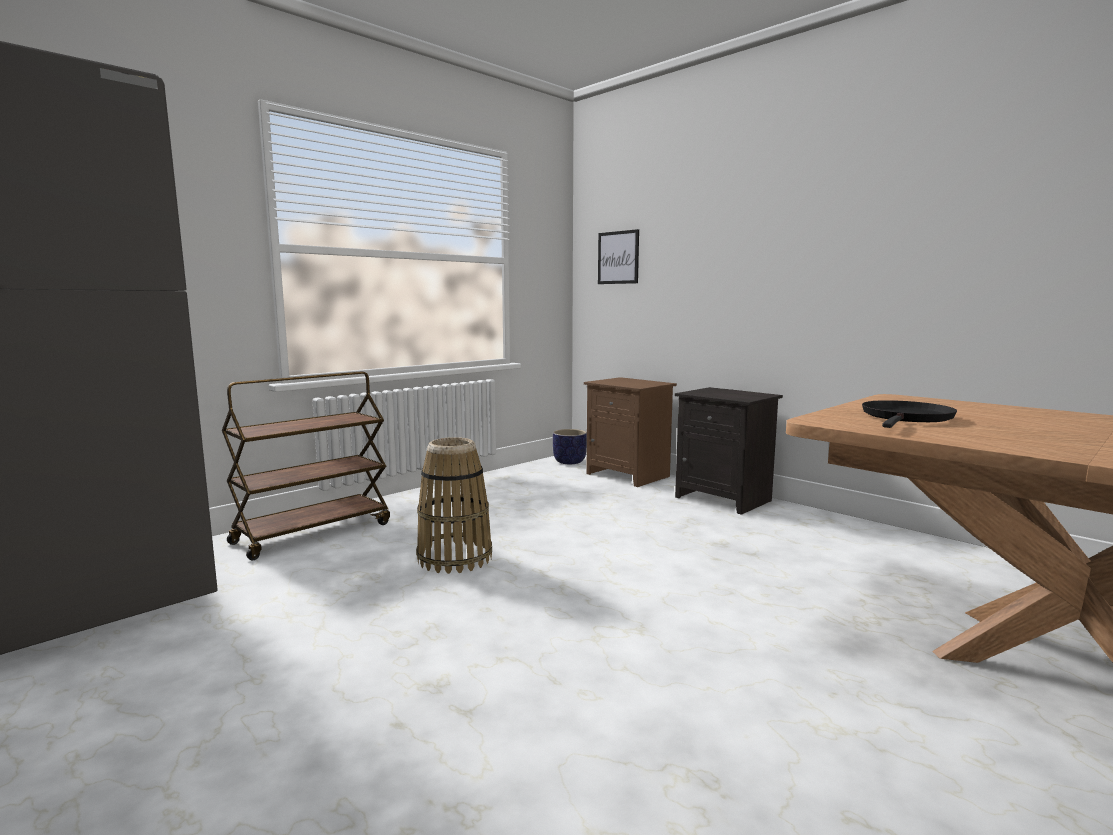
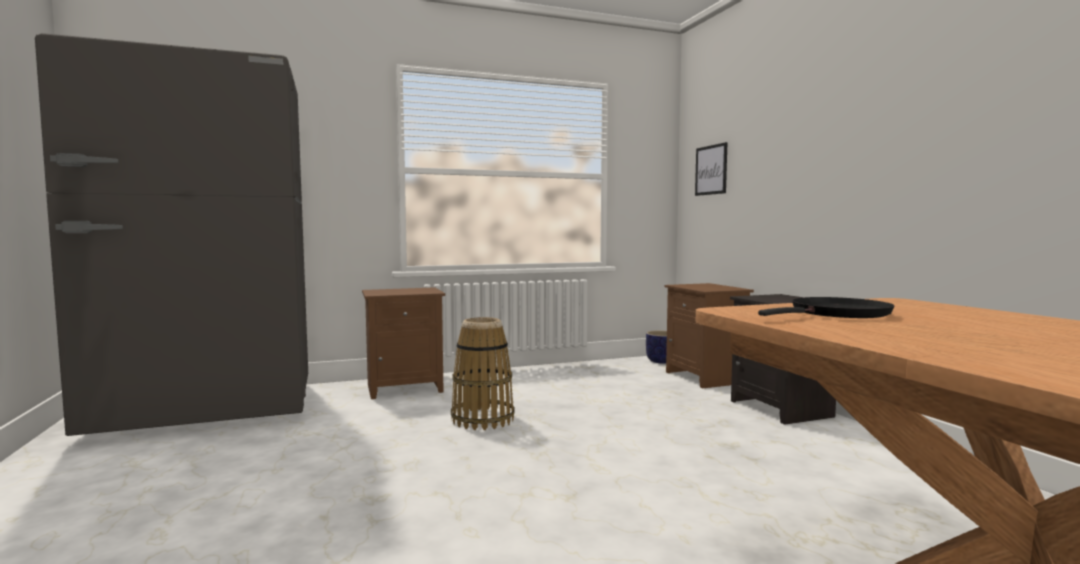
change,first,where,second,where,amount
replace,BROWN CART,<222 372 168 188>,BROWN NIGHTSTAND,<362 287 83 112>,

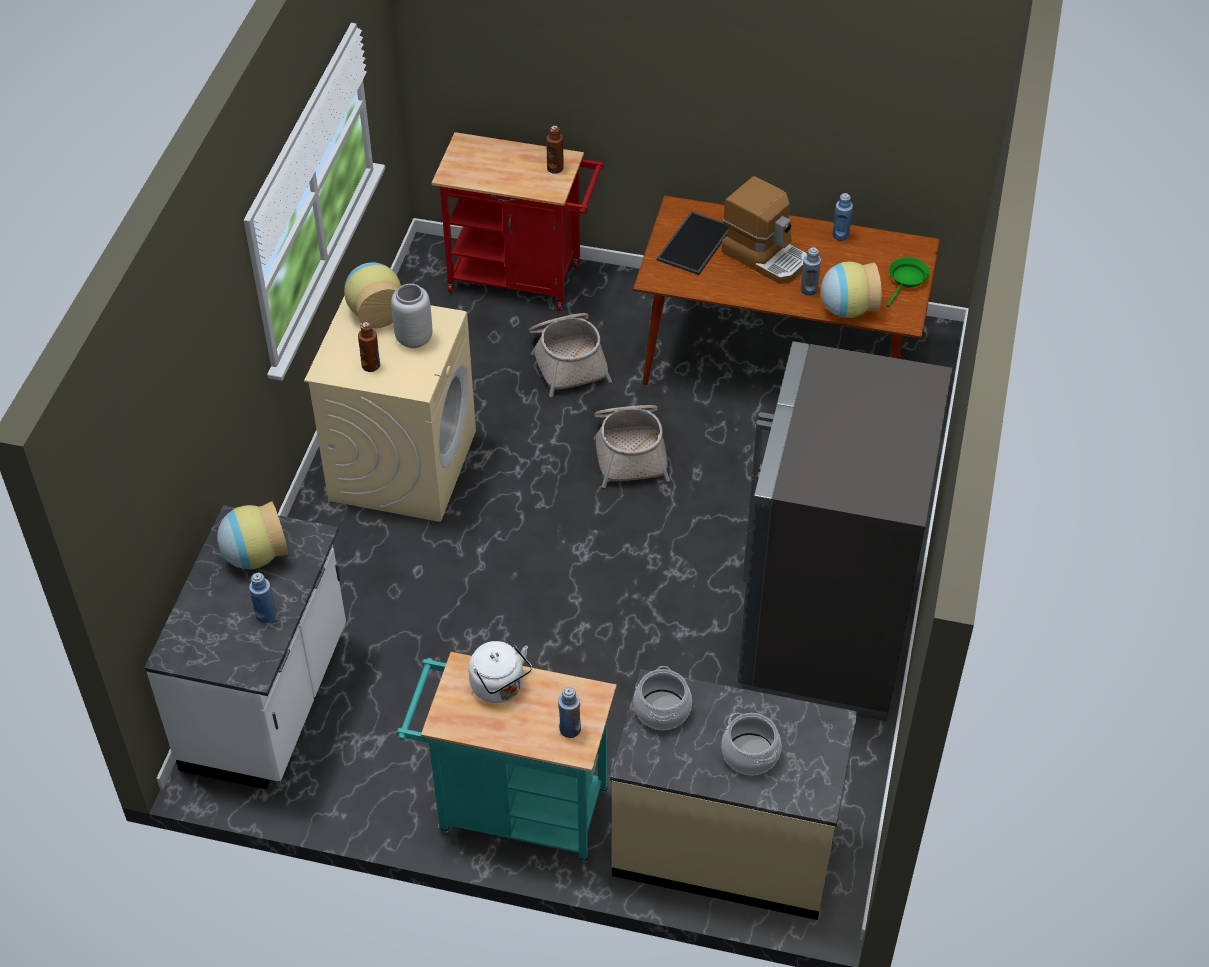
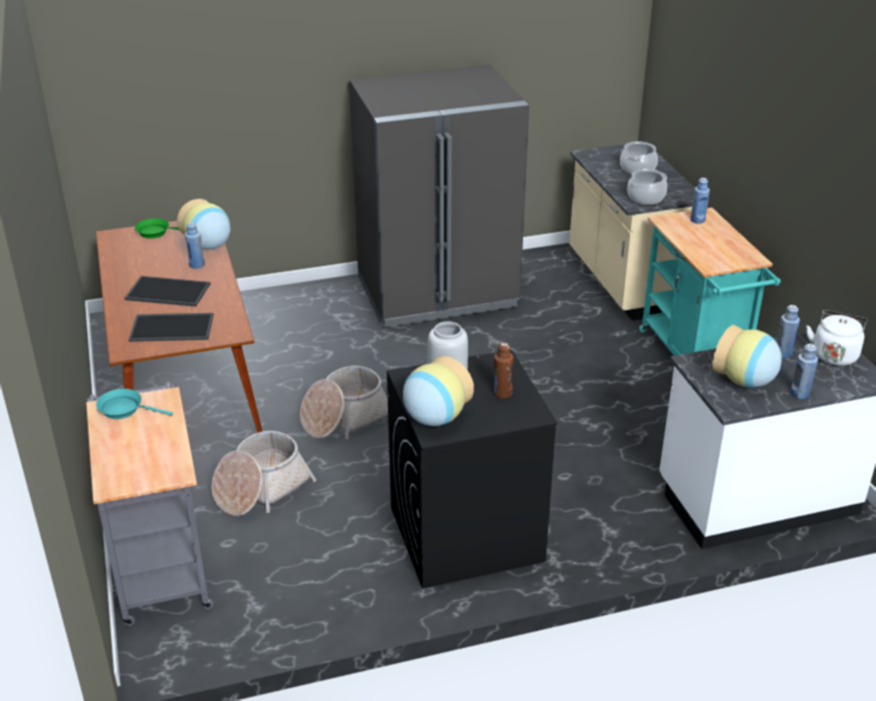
change,first,where,second,where,amount
recolor,RED CART,<432 132 172 179>,GREY CART,<86 382 128 244>,
replace,BROWN BOTTLE,<546 125 18 49>,TURQUOISE FRYING PAN,<96 389 77 30>,
replace,COFFEE MACHINE,<722 176 85 108>,TRAY,<124 276 86 31>,
recolor,BEIGE WASHING MACHINE,<304 296 172 226>,BLACK WASHING MACHINE,<387 350 171 239>,
move,BLUE BOTTLE,<833 193 20 48>,,<790 343 28 56>,
move,WHITE KETTLE,<468 641 64 62>,,<806 310 62 56>,

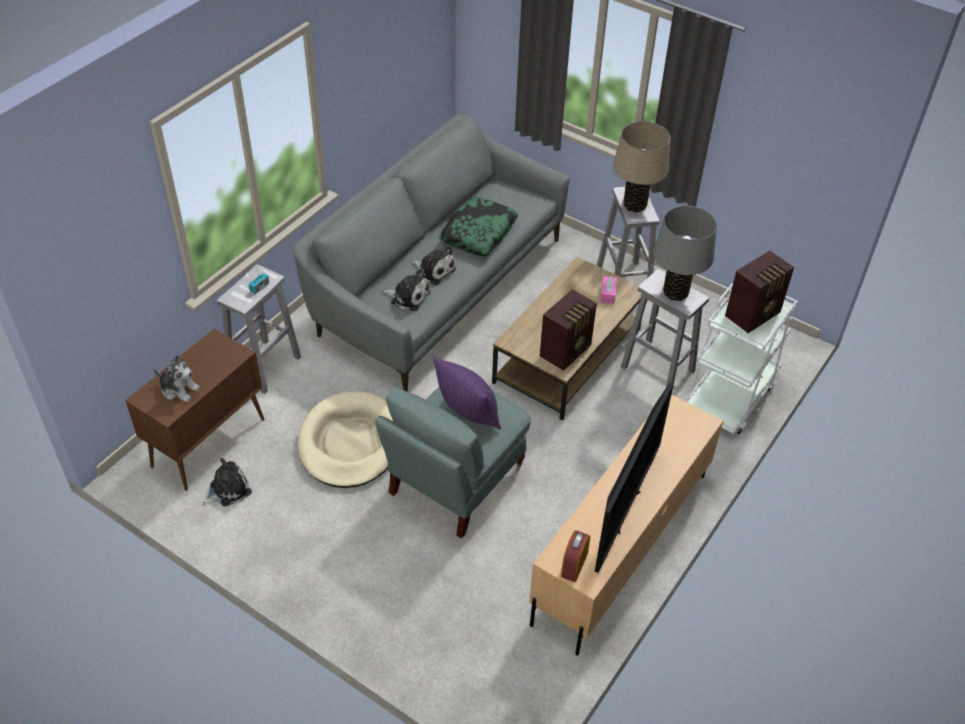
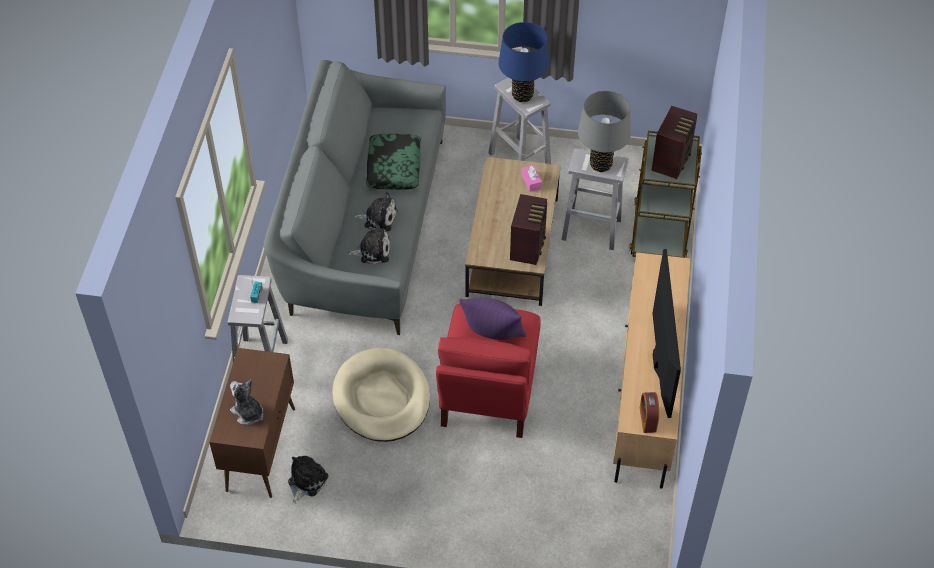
change,first,where,second,where,amount
rotate,PLUSH TOY,<153 355 47 47>,,<230 379 33 46>,135 degrees counterclockwise
recolor,GREY ARMCHAIR,<375 387 156 152>,RED ARMCHAIR,<436 304 104 134>,
recolor,BEIGE TABLE LAMP,<613 121 57 92>,BLUE TABLE LAMP,<499 22 50 81>,
recolor,WHITE CART,<685 283 113 151>,BROWN CART,<629 131 73 127>,

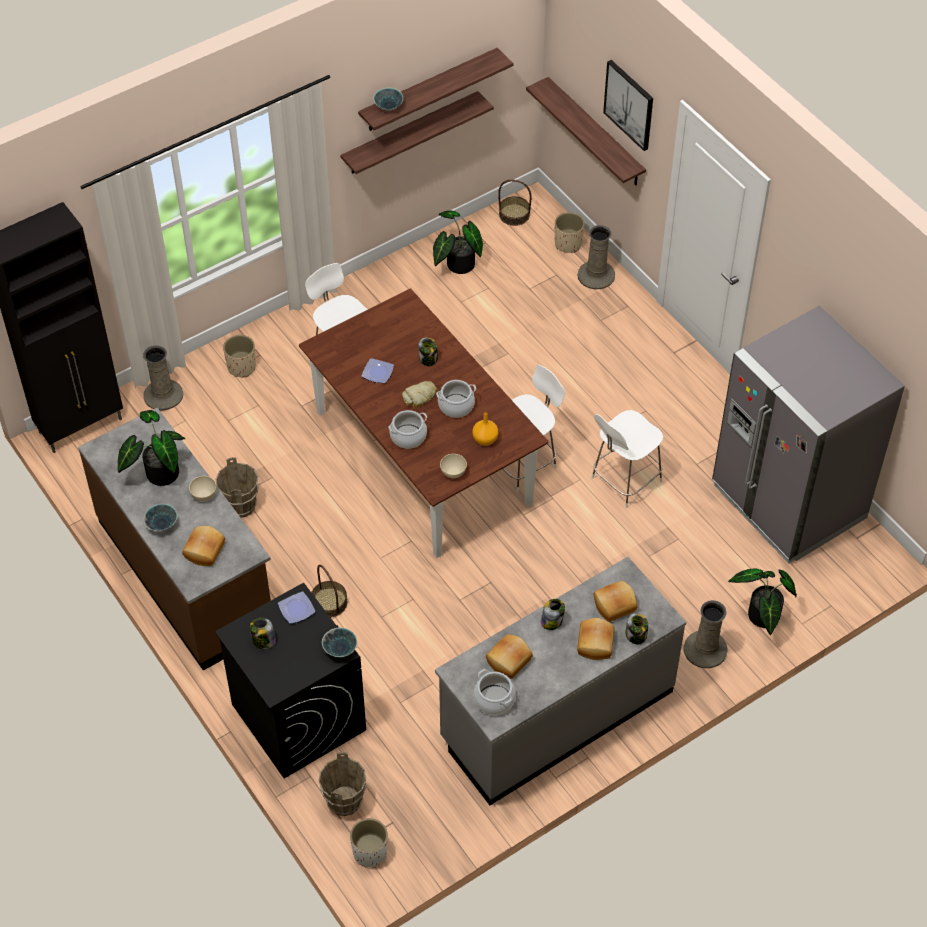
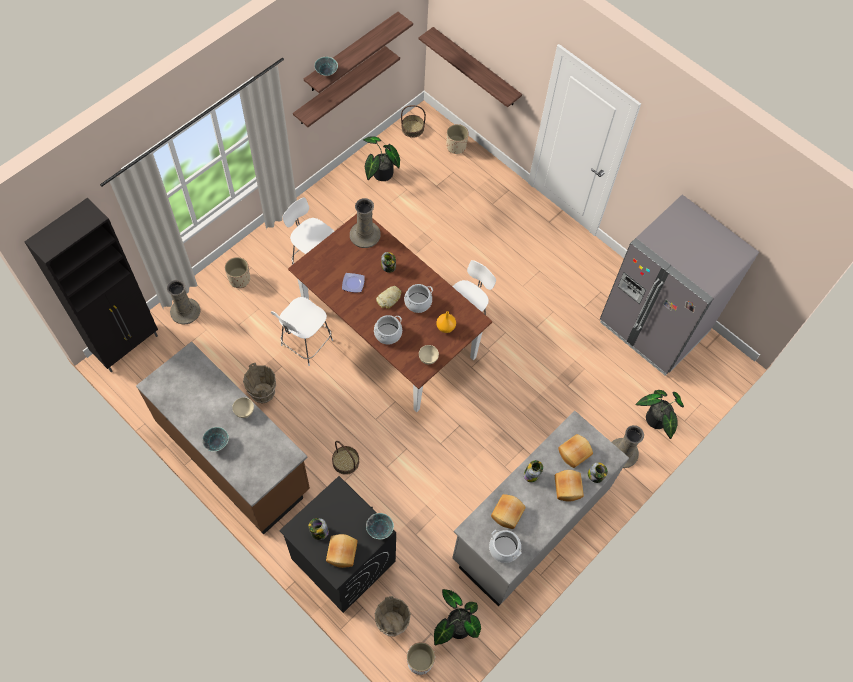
change,first,where,second,where,amount
move,WHITE CHAIR,<592 410 71 98>,,<271 297 62 69>,
move,BREAD,<182 526 43 40>,,<326 534 32 34>,
move,BEIGE VASE,<578 225 37 64>,,<350 198 31 50>,
move,POTTED PLANT,<118 410 67 76>,,<434 589 47 56>,
delete,PLATE,<278 591 38 33>,,,
delete,PICTURE,<603 60 50 91>,,,

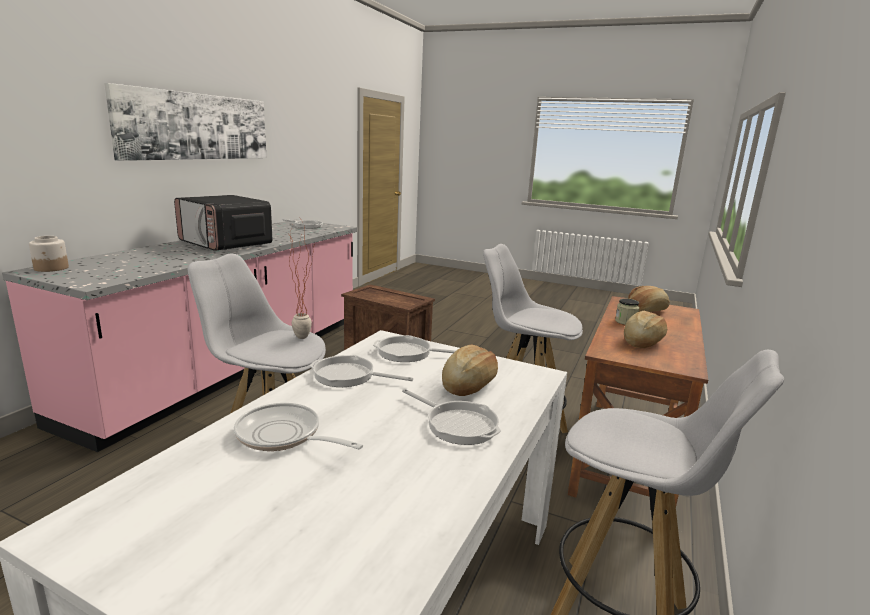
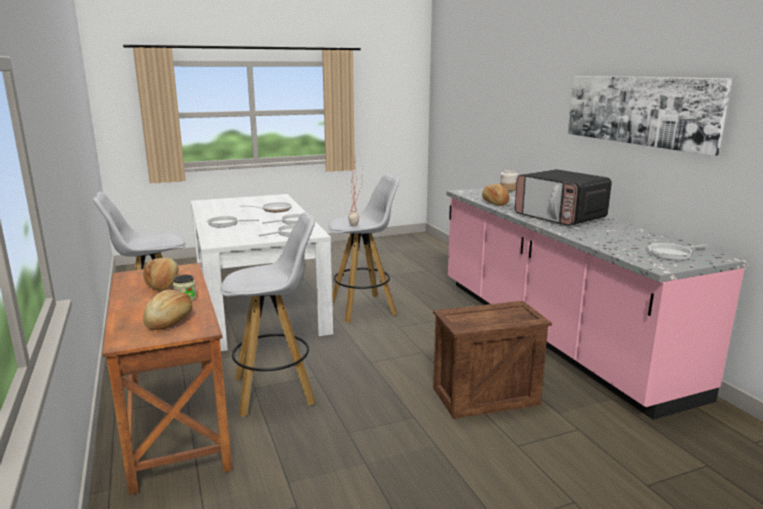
change,first,where,second,where,amount
move,BREAD,<442 344 56 52>,,<482 184 27 22>,
rotate,MICROWAVE,<174 195 98 56>,,<515 169 97 57>,120 degrees counterclockwise

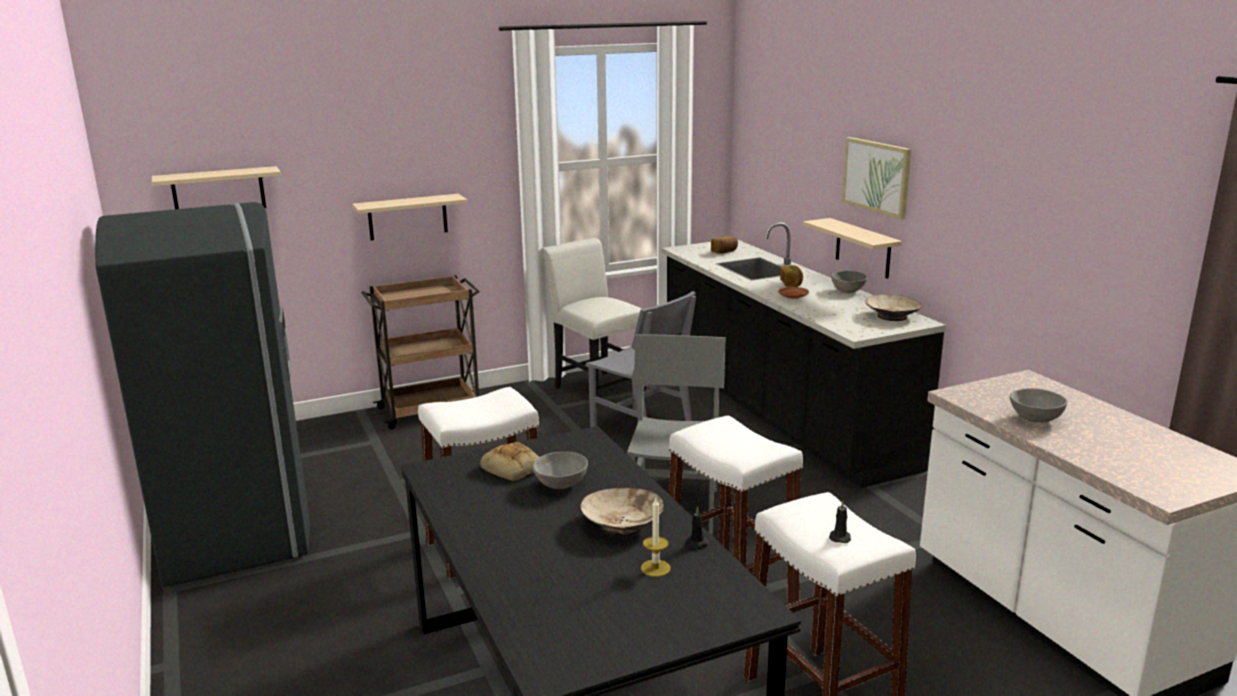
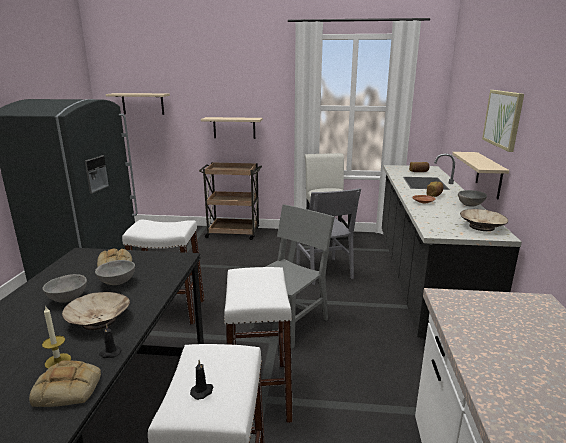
change,first,where,second,where,amount
insert,,,BREAD,<29 360 72 47>,
move,GREY BOWL,<1010 388 58 35>,,<43 274 44 29>,

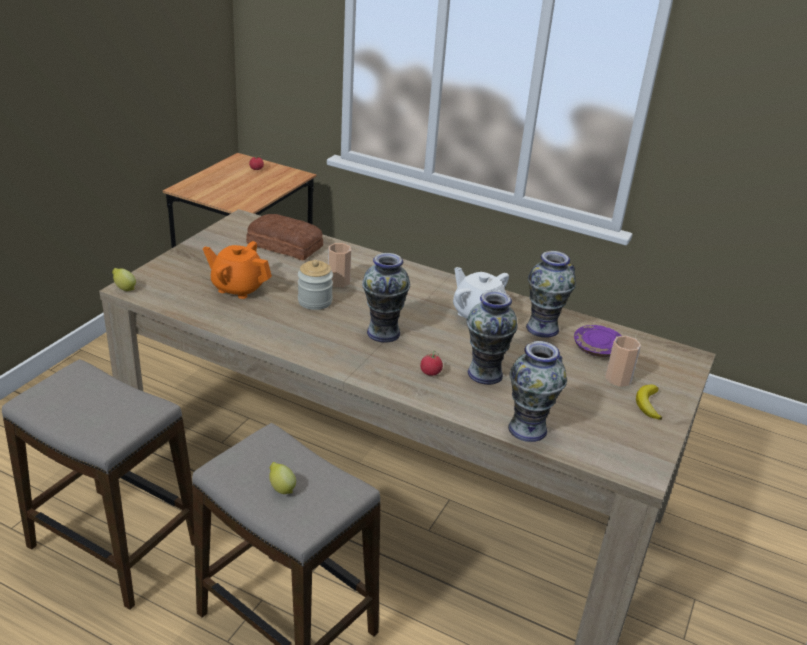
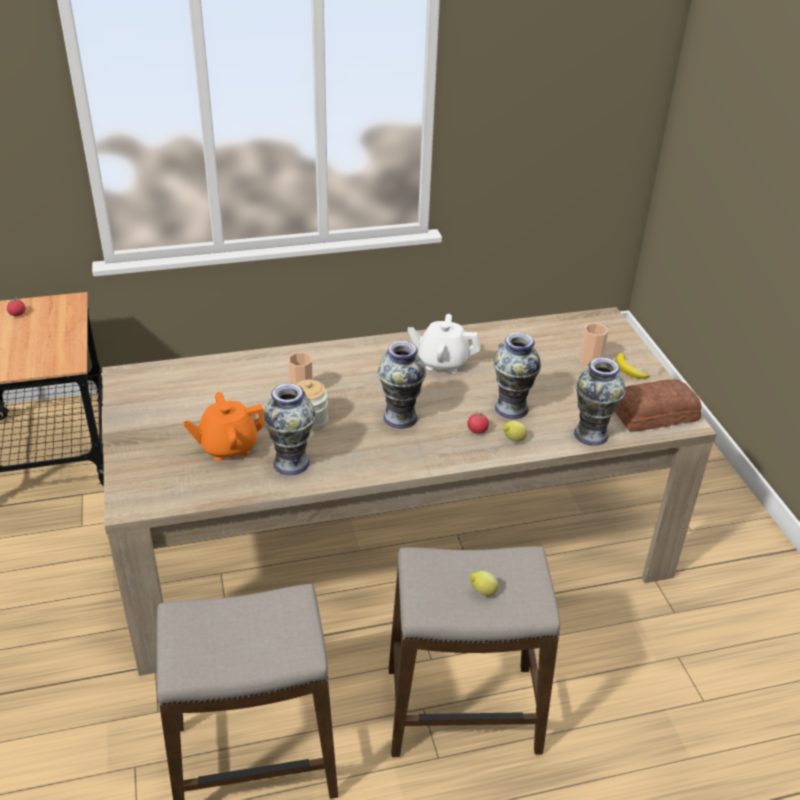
change,first,where,second,where,amount
move,VASE,<526 251 50 87>,,<263 383 53 92>,
move,LEMON,<112 268 24 23>,,<502 421 25 21>,
move,BREAD,<246 214 77 46>,,<615 379 86 53>,
delete,PURPLE PLATE,<574 325 48 32>,,,

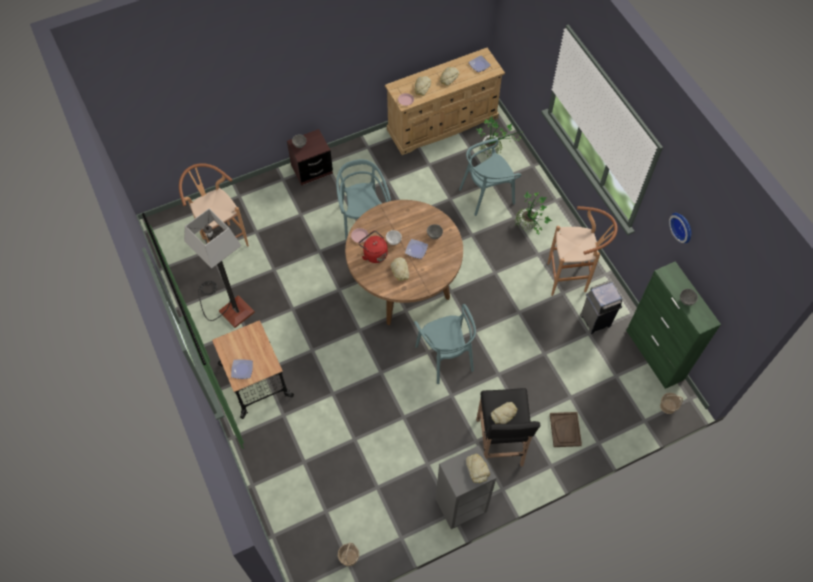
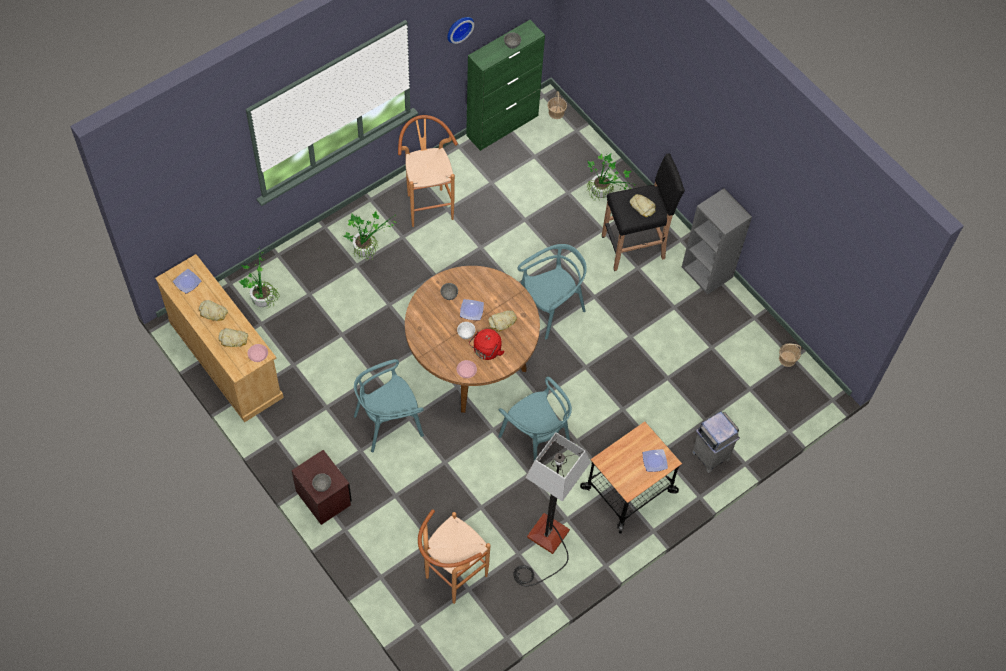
change,first,where,second,where,amount
move,TURQUOISE CHAIR,<459 138 62 78>,,<498 376 74 85>,
replace,BROWN TRAY,<550 412 32 35>,POTTED PLANT,<587 154 48 46>,
move,GREY TRASH CAN,<580 281 42 53>,,<692 411 48 62>,
delete,BREAD,<466 454 24 29>,,,

